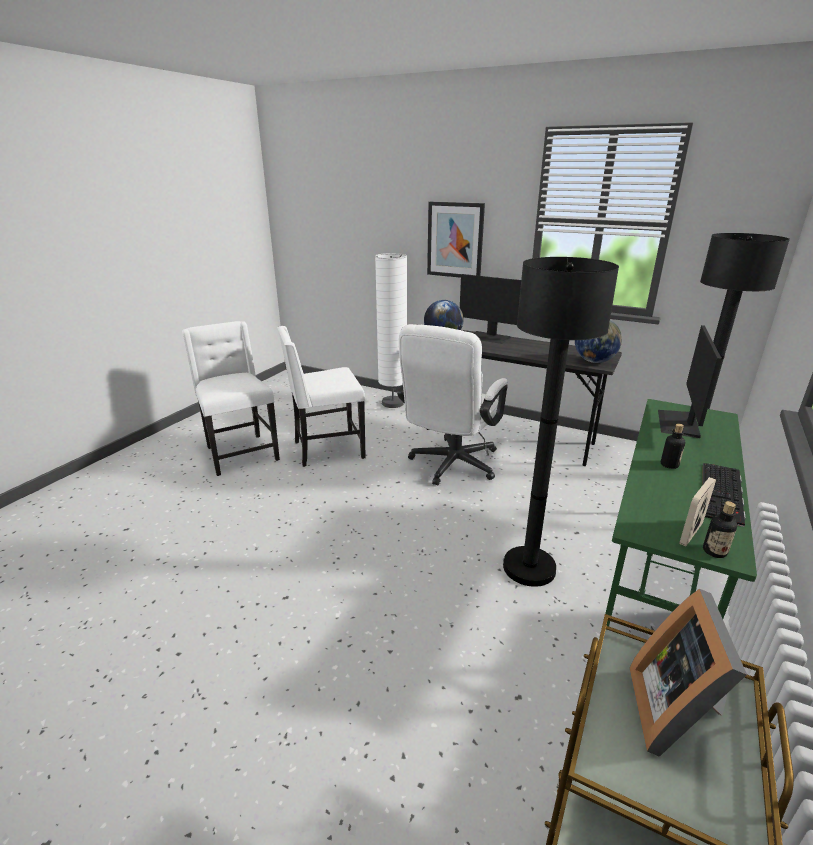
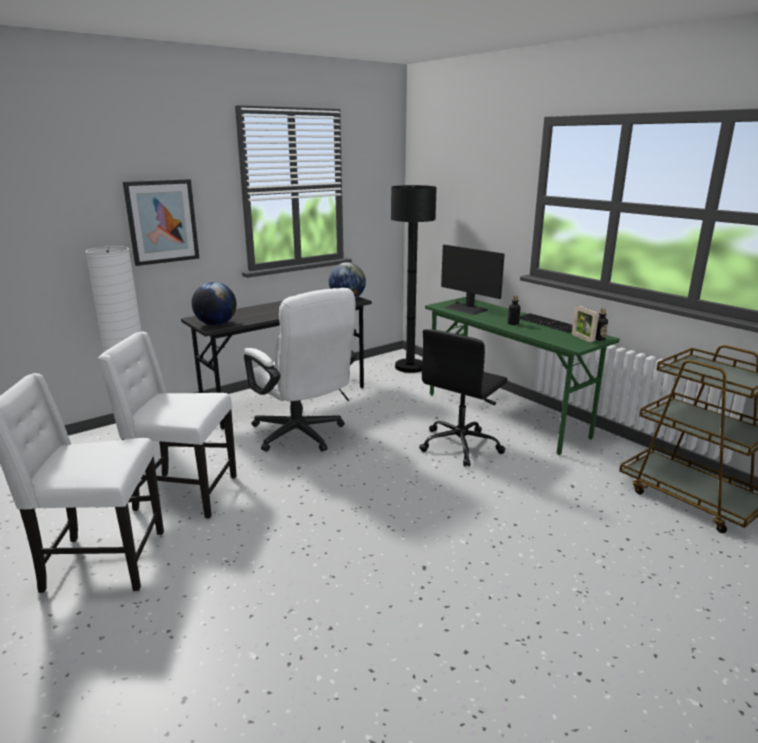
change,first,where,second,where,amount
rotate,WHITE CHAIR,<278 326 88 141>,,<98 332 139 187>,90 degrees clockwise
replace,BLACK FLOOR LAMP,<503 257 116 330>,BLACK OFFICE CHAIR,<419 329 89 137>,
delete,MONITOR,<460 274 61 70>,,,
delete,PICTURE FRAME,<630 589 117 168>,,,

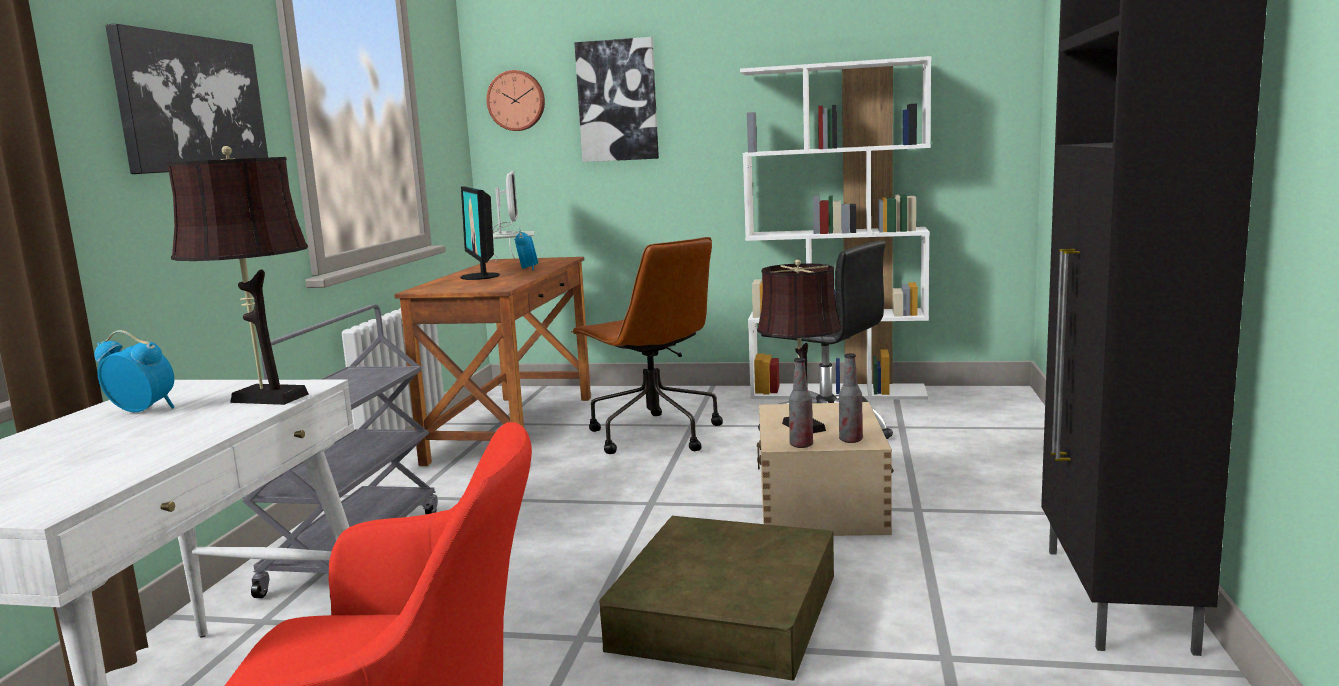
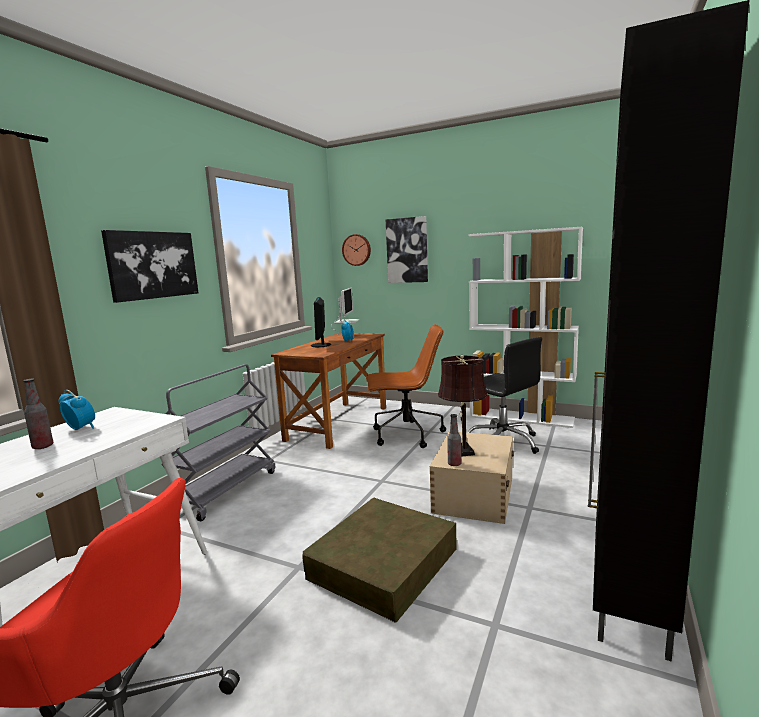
change,first,where,second,where,amount
move,BOTTLE,<839 353 24 90>,,<23 379 31 70>,
rotate,BROWN OFFICE CHAIR,<571 237 152 217>,,<366 324 80 124>,75 degrees counterclockwise
delete,BROWN TABLE LAMP,<166 146 143 259>,,,

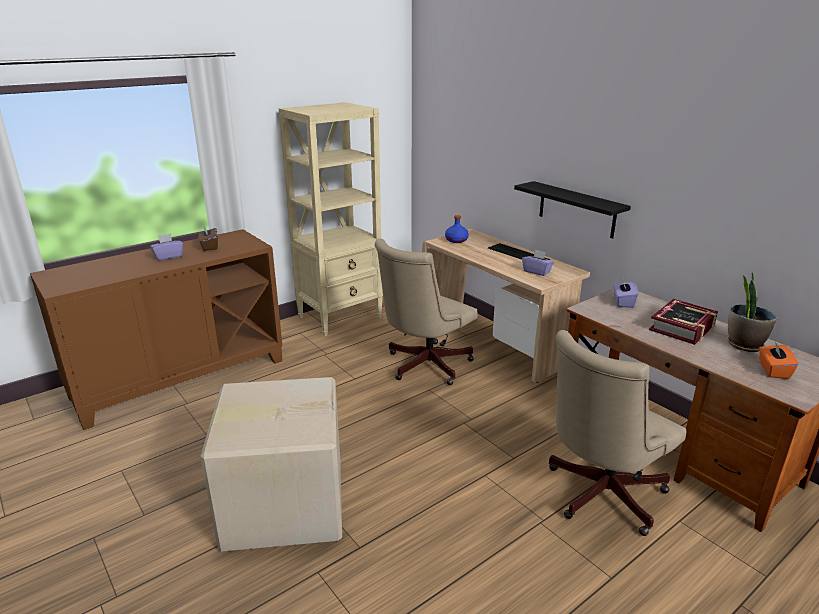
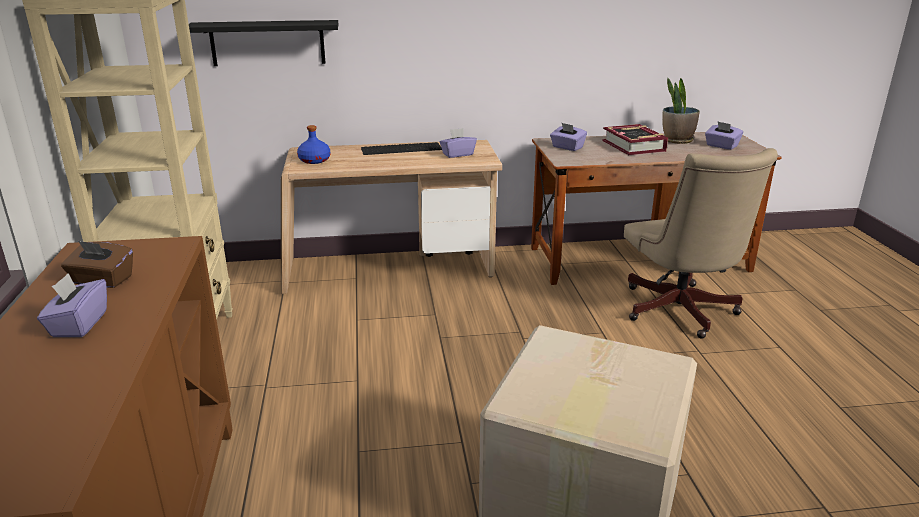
change,first,where,second,where,amount
move,BLACK SHELF,<514 181 117 58>,,<189 20 149 46>,
recolor,ORANGE TISSUE BOX,<759 341 39 38>,PURPLE TISSUE BOX,<705 121 38 29>,
delete,BEIGE OFFICE CHAIR,<375 239 103 146>,,,

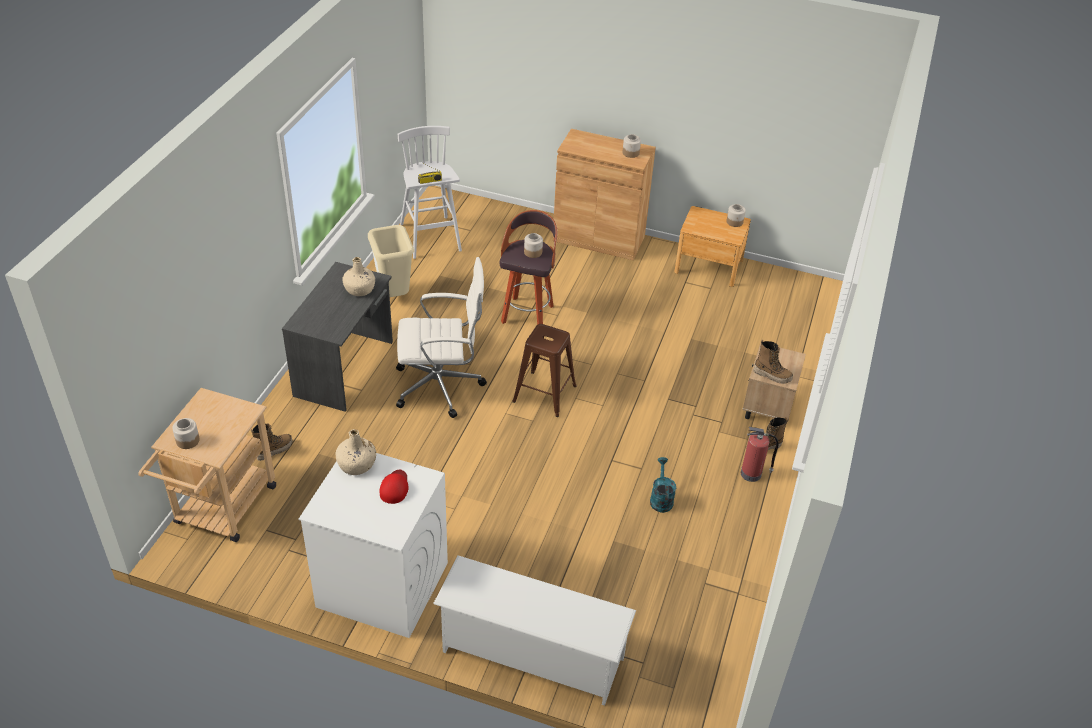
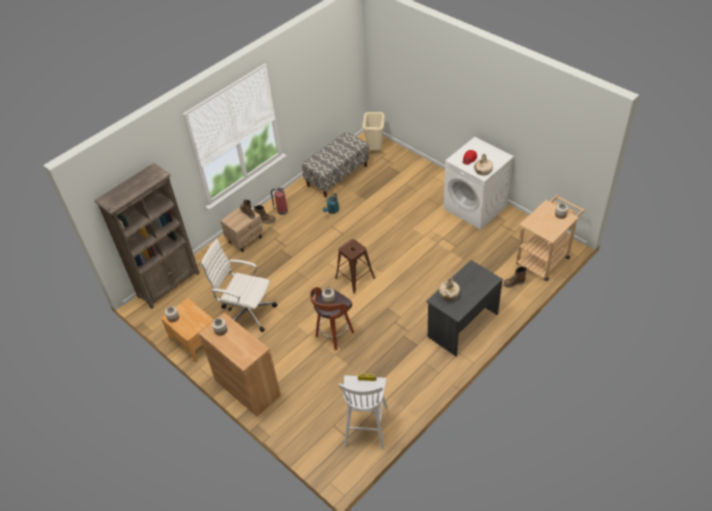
change,first,where,second,where,amount
insert,,,BROWN BOOKCASE,<94 163 106 146>,
move,WHITE OFFICE CHAIR,<396 257 91 161>,,<201 239 76 93>,
insert,,,BENCH,<302 132 67 66>,
move,BEIGE TRASH CAN,<368 225 46 72>,,<362 112 23 38>,
delete,WHITE SHOE RACK,<433 555 203 151>,,,

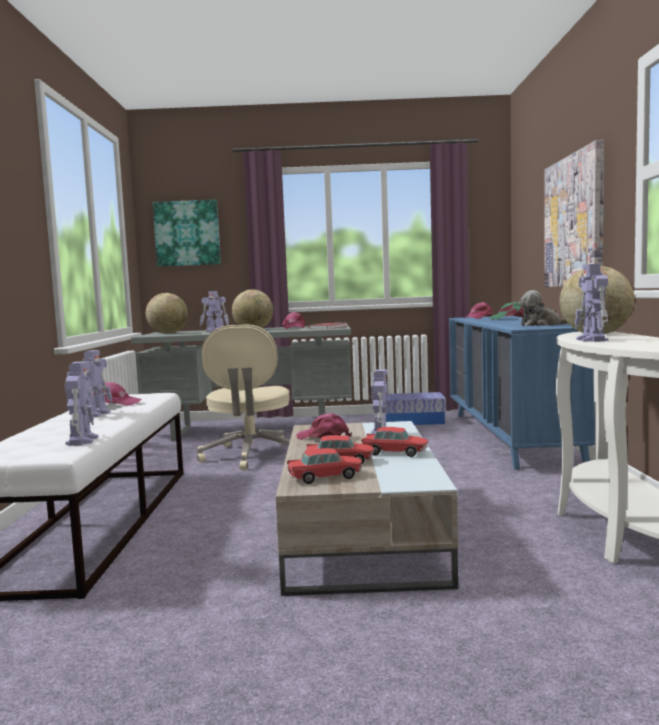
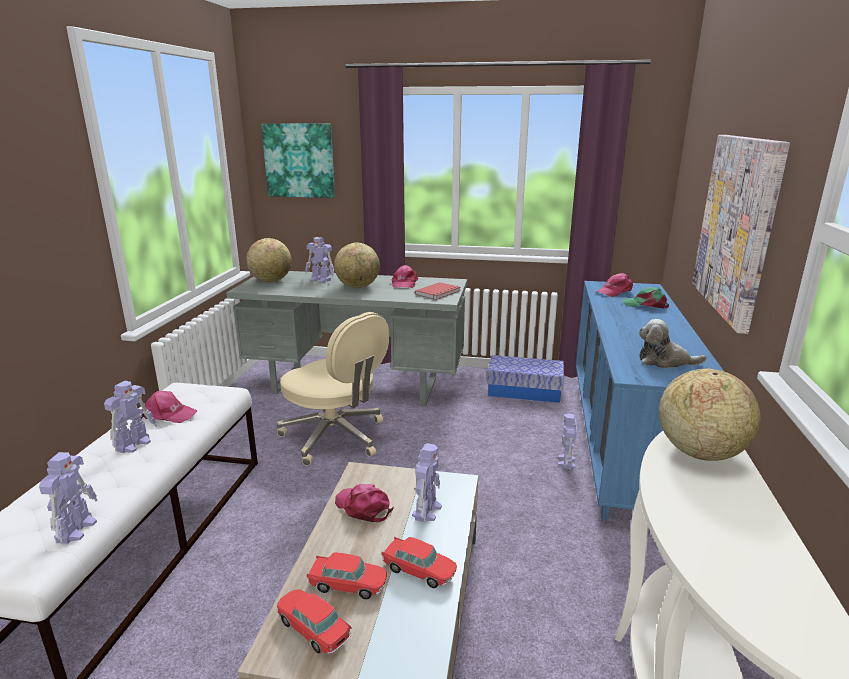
change,first,where,second,where,amount
rotate,TOY CAR,<287 448 75 36>,,<276 589 75 65>,135 degrees counterclockwise
rotate,BEIGE OFFICE CHAIR,<197 324 93 146>,,<277 312 112 154>,60 degrees counterclockwise
move,TOY ROBOT,<575 264 34 78>,,<558 414 19 55>,

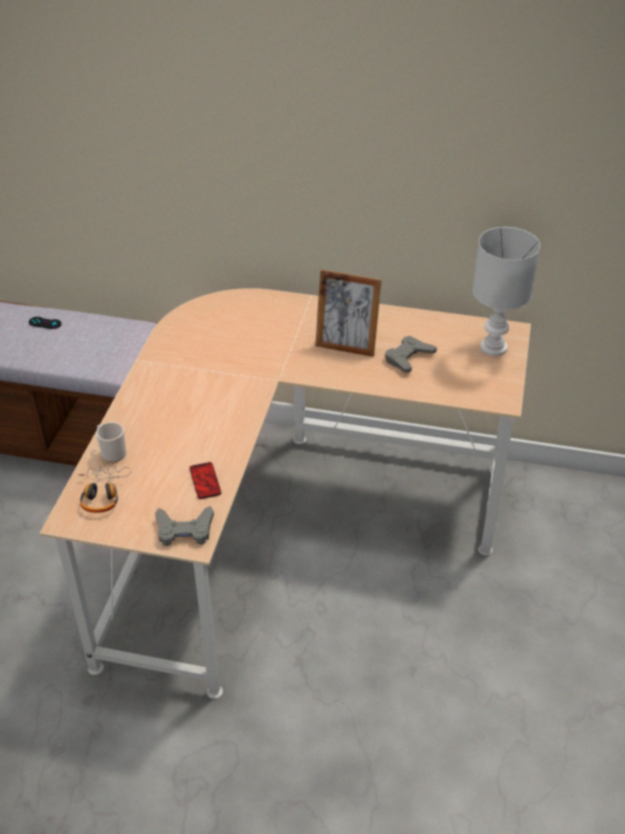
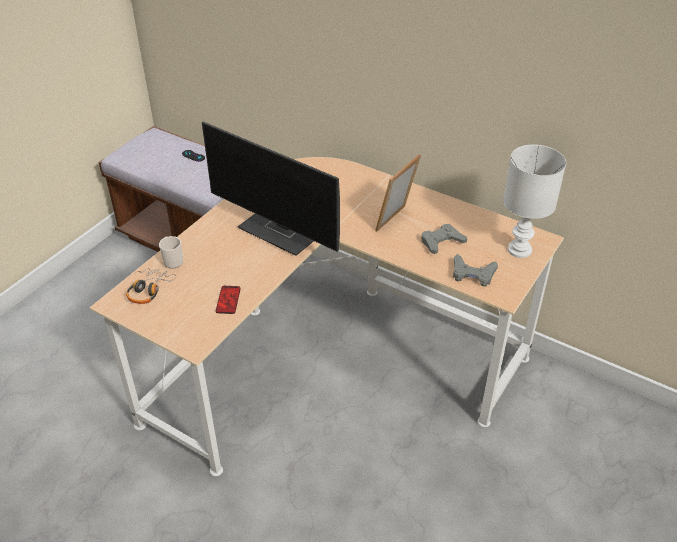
change,first,where,second,where,amount
insert,,,MONITOR,<202 122 138 134>,
rotate,PICTURE FRAME,<315 269 67 88>,,<375 154 46 78>,90 degrees clockwise
move,GREY GAME CONTROLLER,<155 506 59 40>,,<453 254 45 33>,

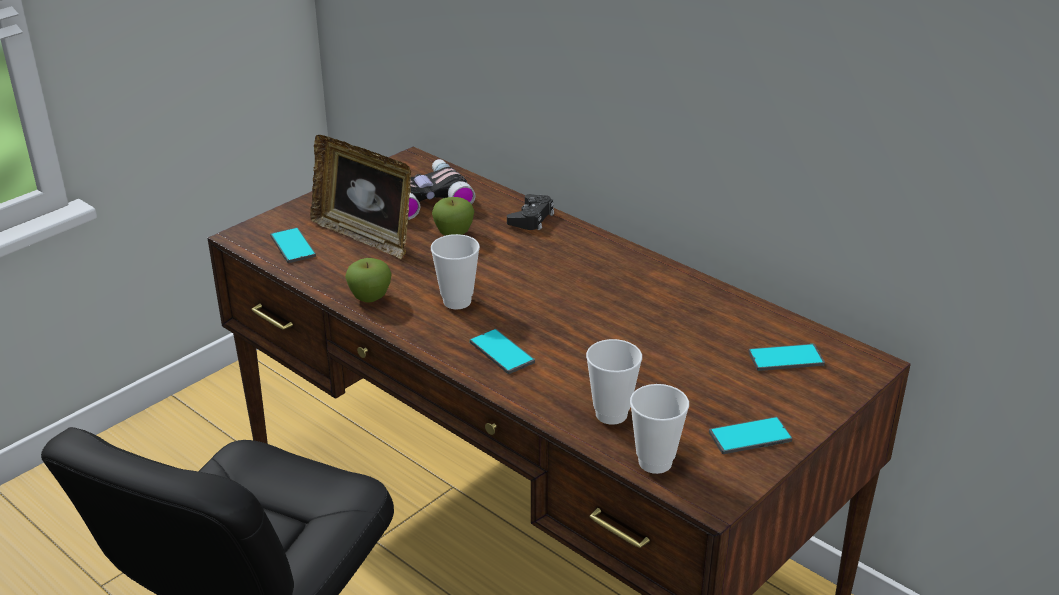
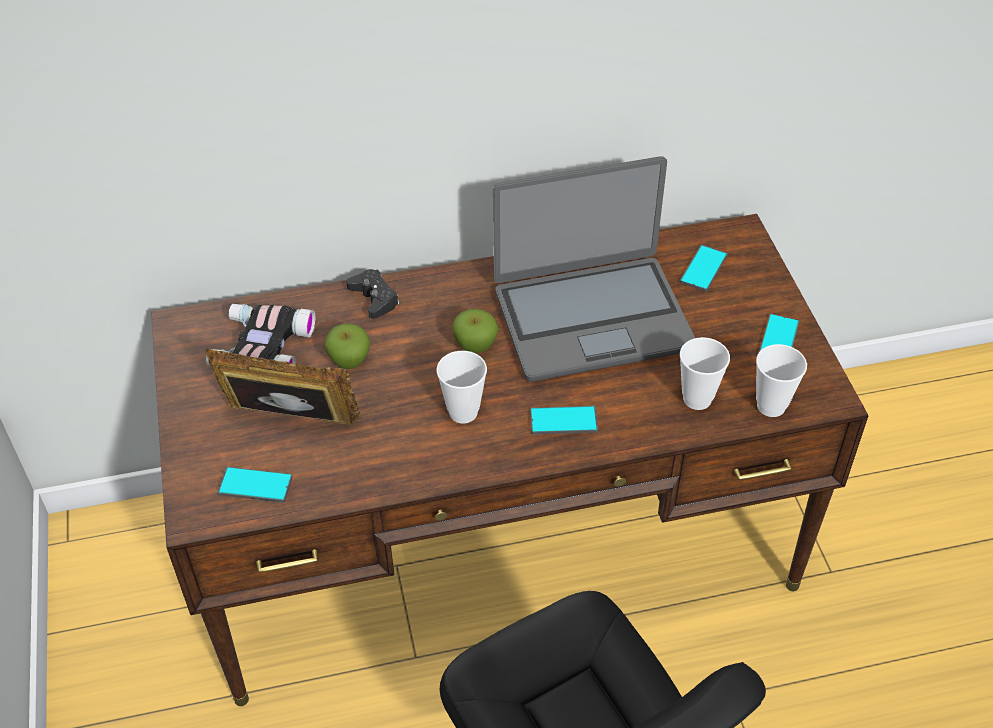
change,first,where,second,where,amount
rotate,PICTURE FRAME,<310 135 101 125>,,<206 348 155 77>,150 degrees counterclockwise
move,APPLE,<345 258 47 45>,,<452 309 47 44>,
insert,,,LAPTOP,<493 156 202 226>,

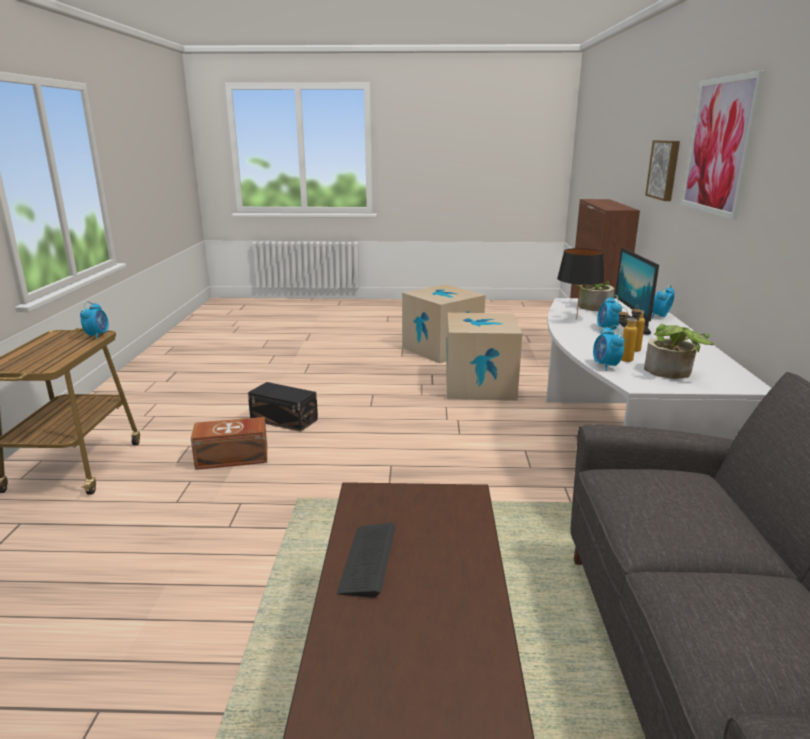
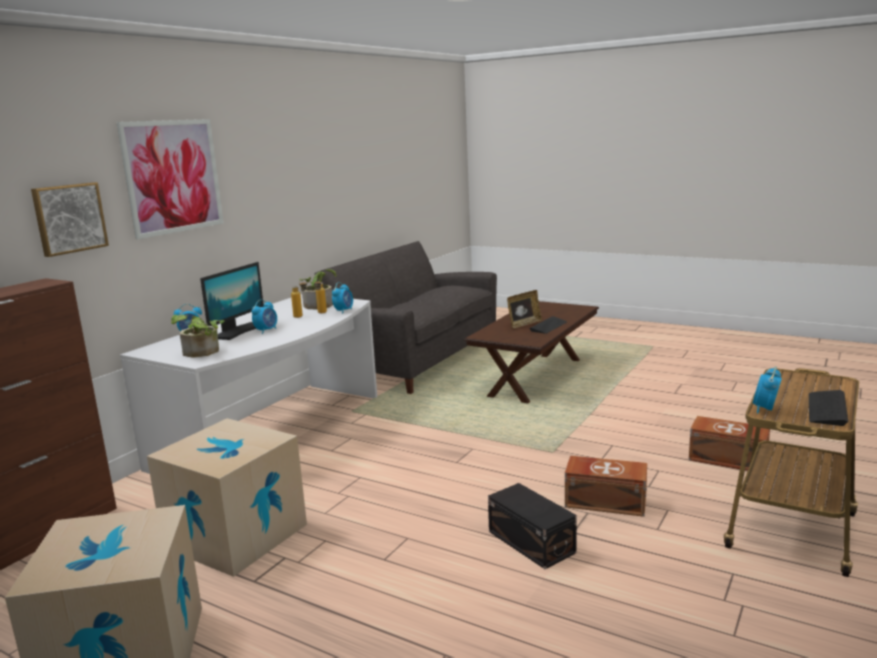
change,first,where,second,where,amount
insert,,,PICTURE FRAME,<507 290 35 38>,
insert,,,BROWN STORAGE BOX,<689 416 81 55>,
insert,,,KEYBOARD,<809 390 39 36>,
delete,BLACK TABLE LAMP,<557 248 48 72>,,,

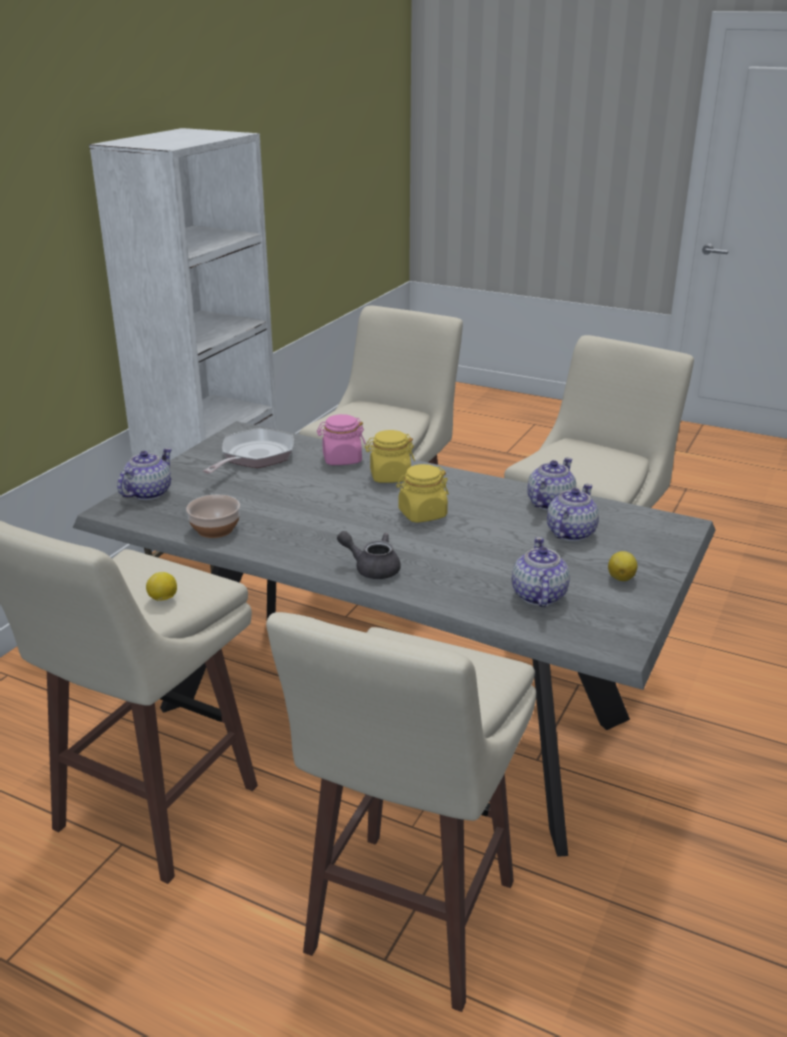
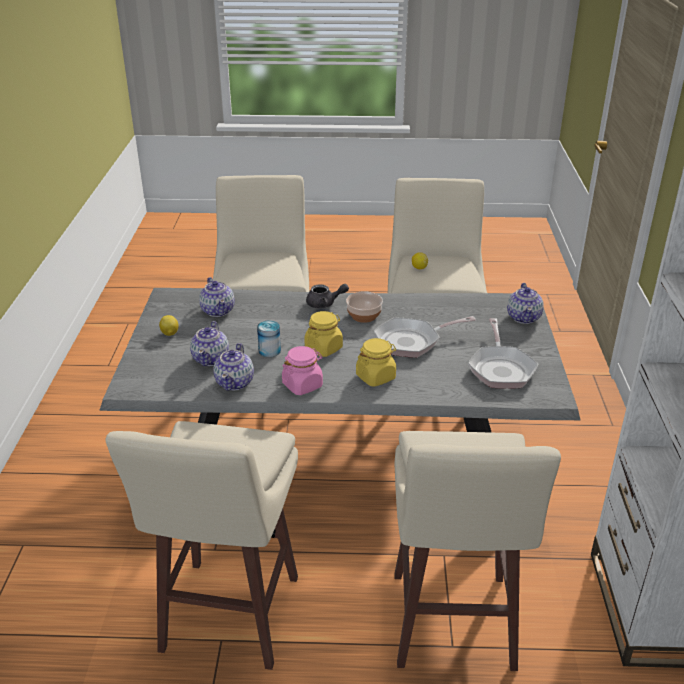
change,first,where,second,where,amount
insert,,,CAN,<257 320 24 37>,
move,PINK JAR,<317 414 49 51>,,<282 346 41 49>,
move,BOWL,<186 495 54 43>,,<346 291 37 32>,
insert,,,FRYING PAN,<374 316 102 42>,

